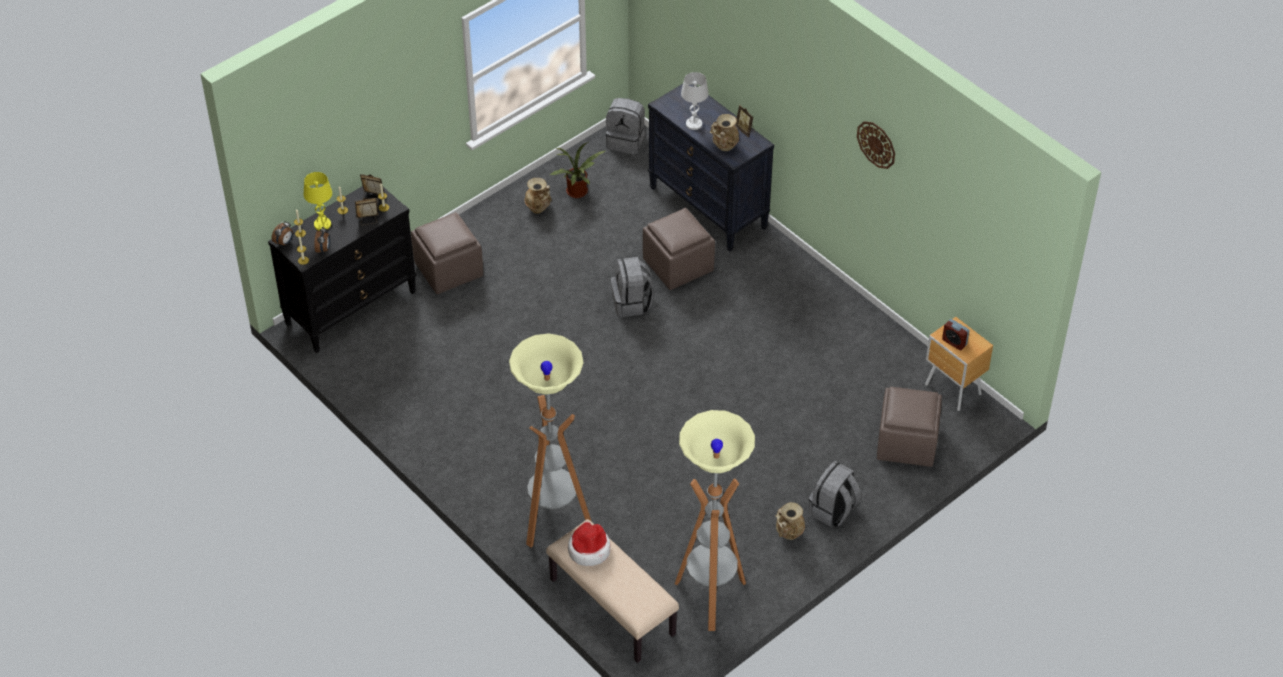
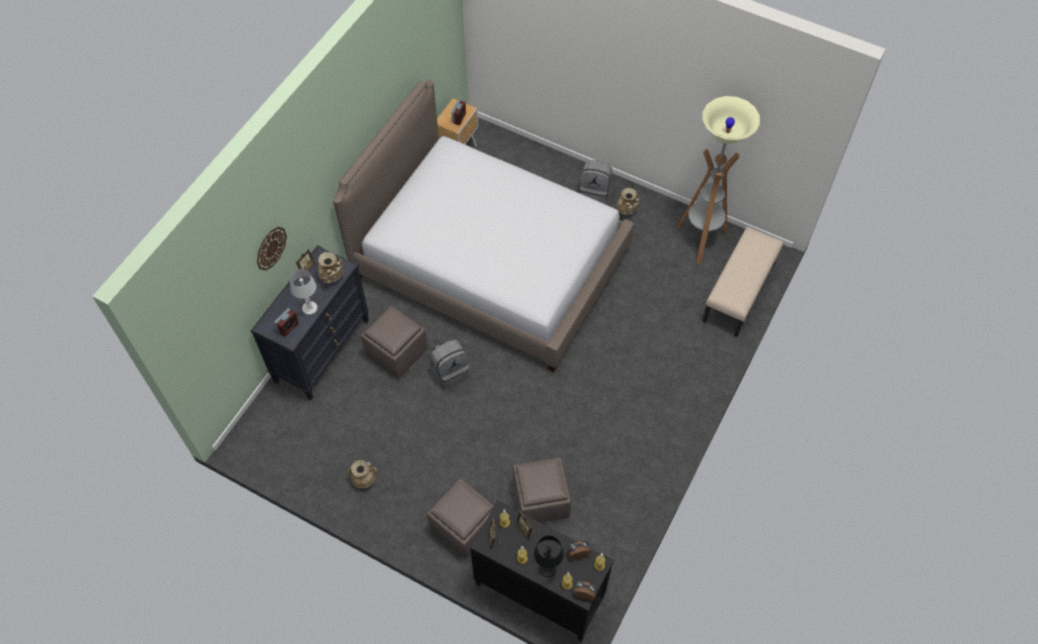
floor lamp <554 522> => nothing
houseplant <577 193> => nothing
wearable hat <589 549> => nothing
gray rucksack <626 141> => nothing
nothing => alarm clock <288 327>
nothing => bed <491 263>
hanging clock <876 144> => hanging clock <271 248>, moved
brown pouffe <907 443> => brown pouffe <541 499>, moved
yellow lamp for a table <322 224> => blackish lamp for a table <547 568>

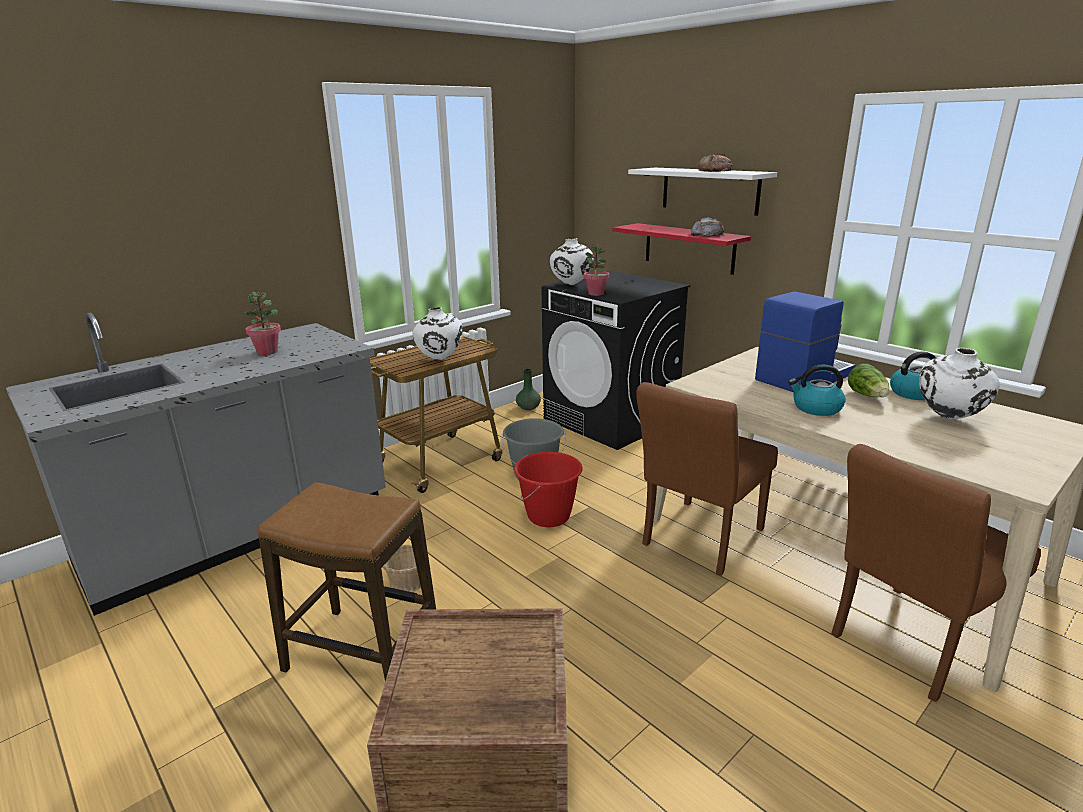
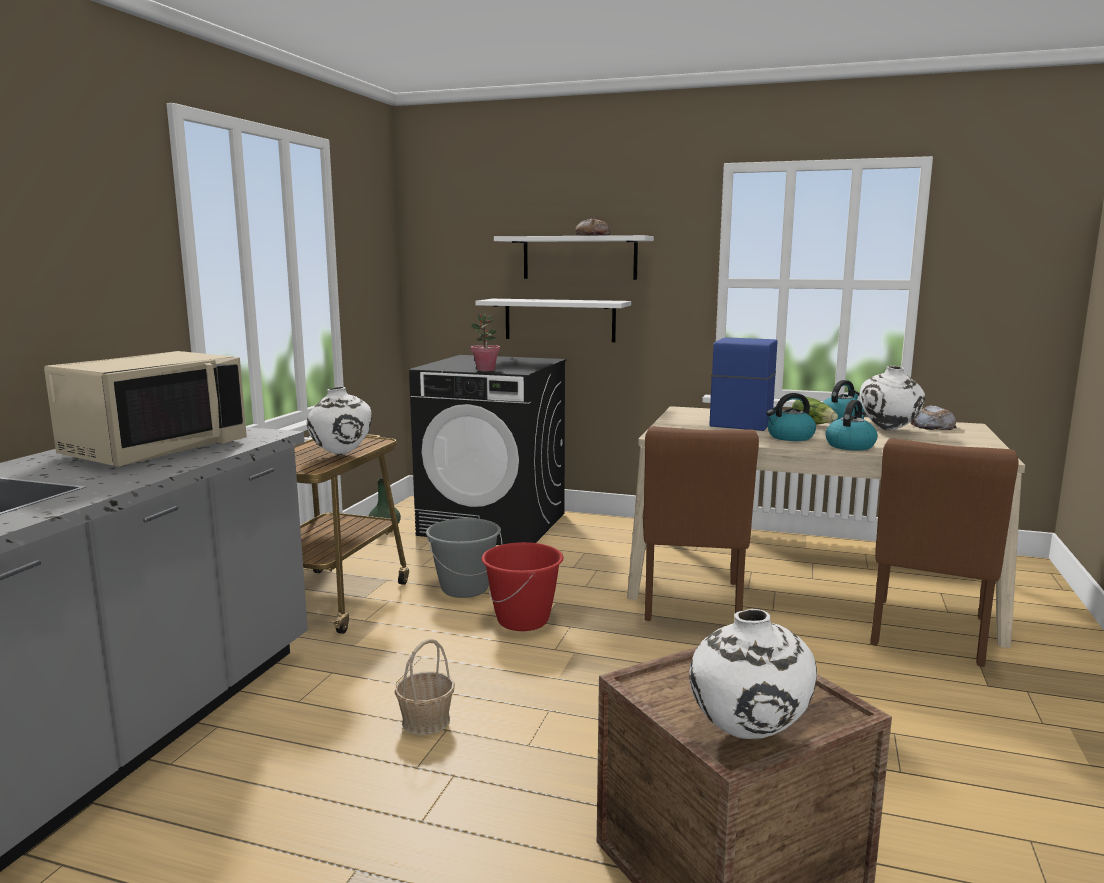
stool seat <362 653> => nothing
nothing => kettle <850 445>
whitish vase <571 285> => whitish vase <747 736>, moved
bakery bread <706 234> => bakery bread <932 426>, moved
houseplant <267 351> => beige microwave <154 449>
red shelf <689 248> => whitish shelf <559 320>

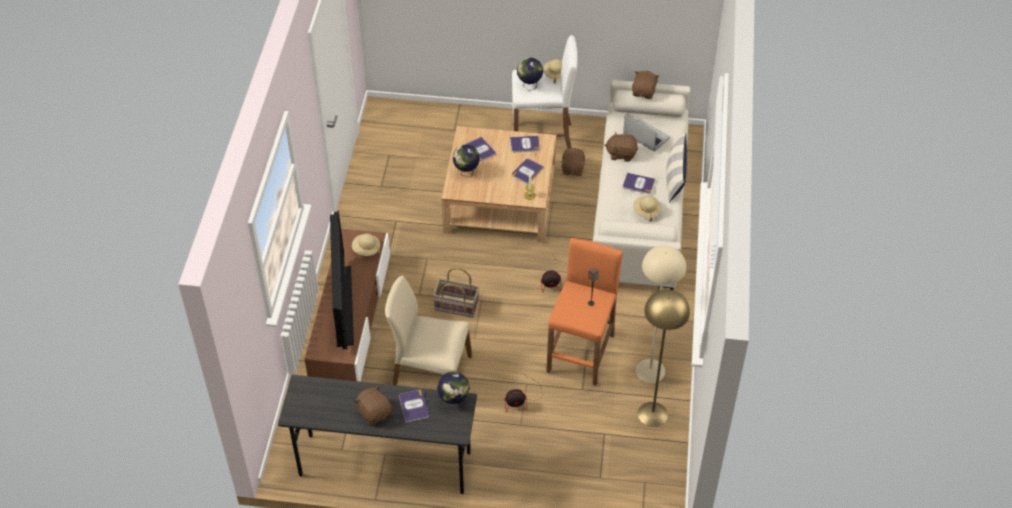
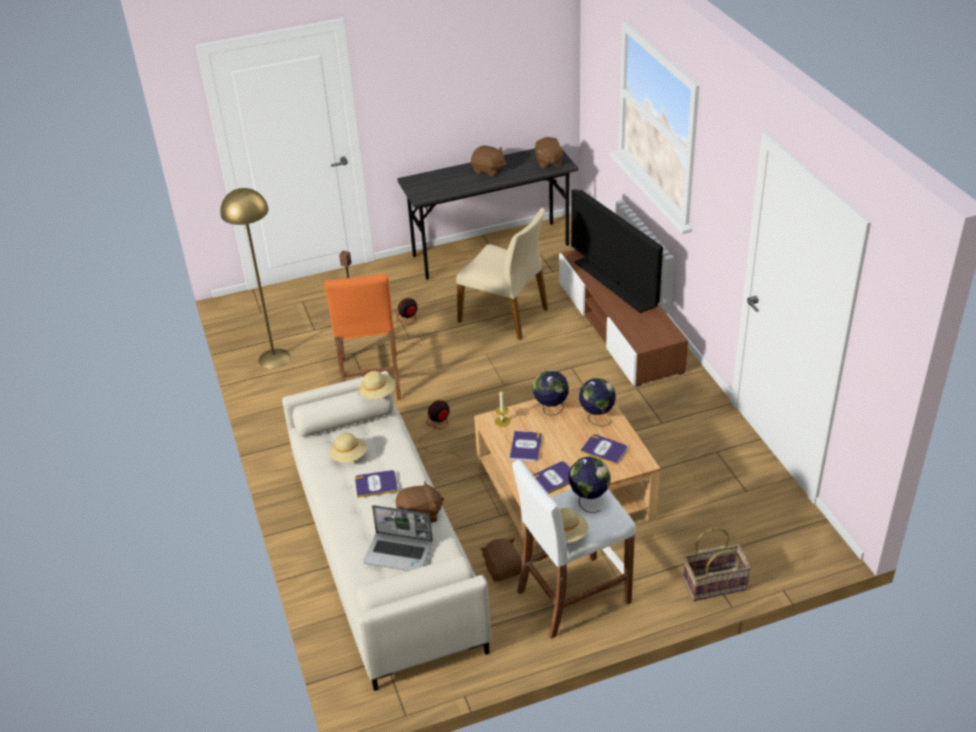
book <414 406> => nothing
beige floor lamp <650 370> => nothing
throw pillow <675 178> => nothing
beige wearable hat <366 249> => beige wearable hat <377 393>, moved
household basket <456 306> => household basket <714 583>, moved
world globe <454 402> => world globe <550 409>, moved
brown plush toy <644 92> => brown plush toy <548 162>, moved
beige chair <430 373> => beige chair <504 315>, 45 degrees clockwise

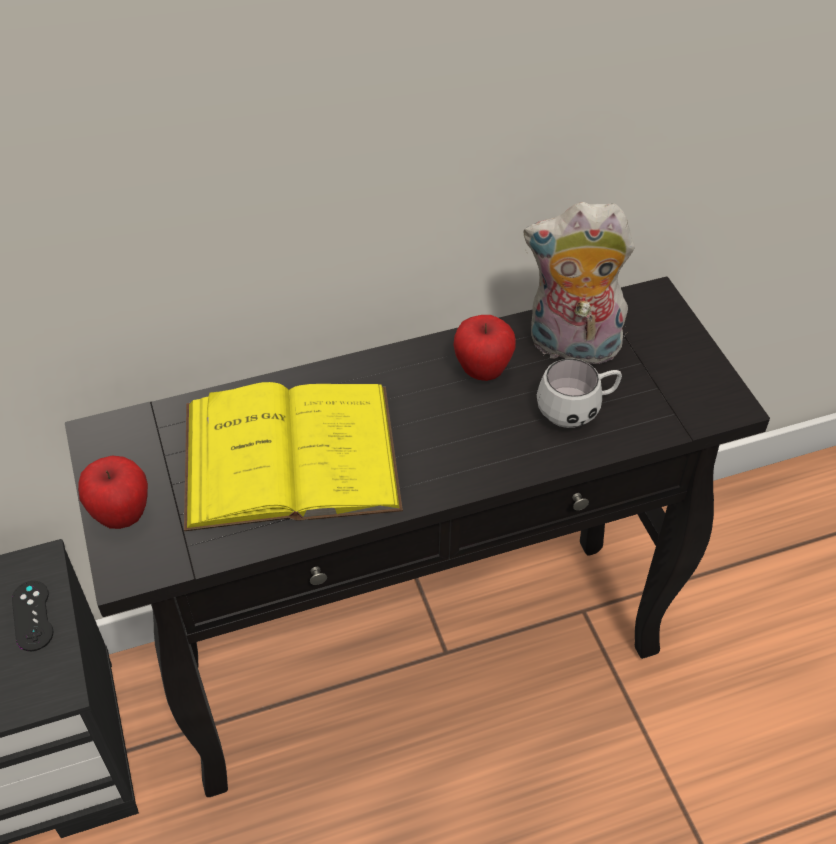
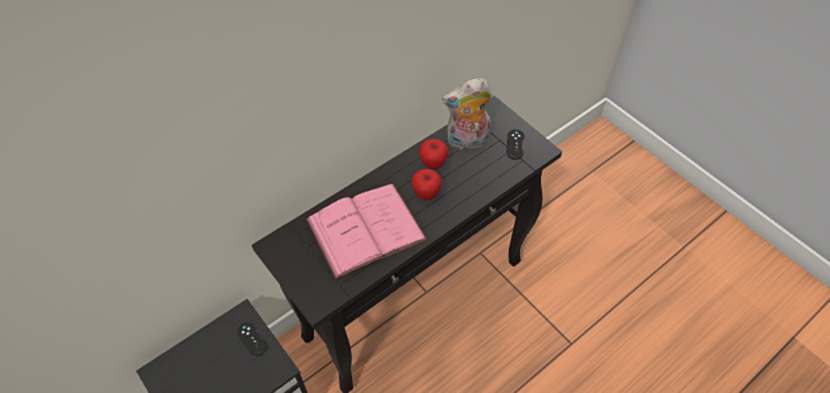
whitish mug <577 410> => nothing
nothing => blackish joypad <515 144>
apple <122 515> => apple <426 194>, moved
yellow book <290 456> => pink-coloured book <366 229>

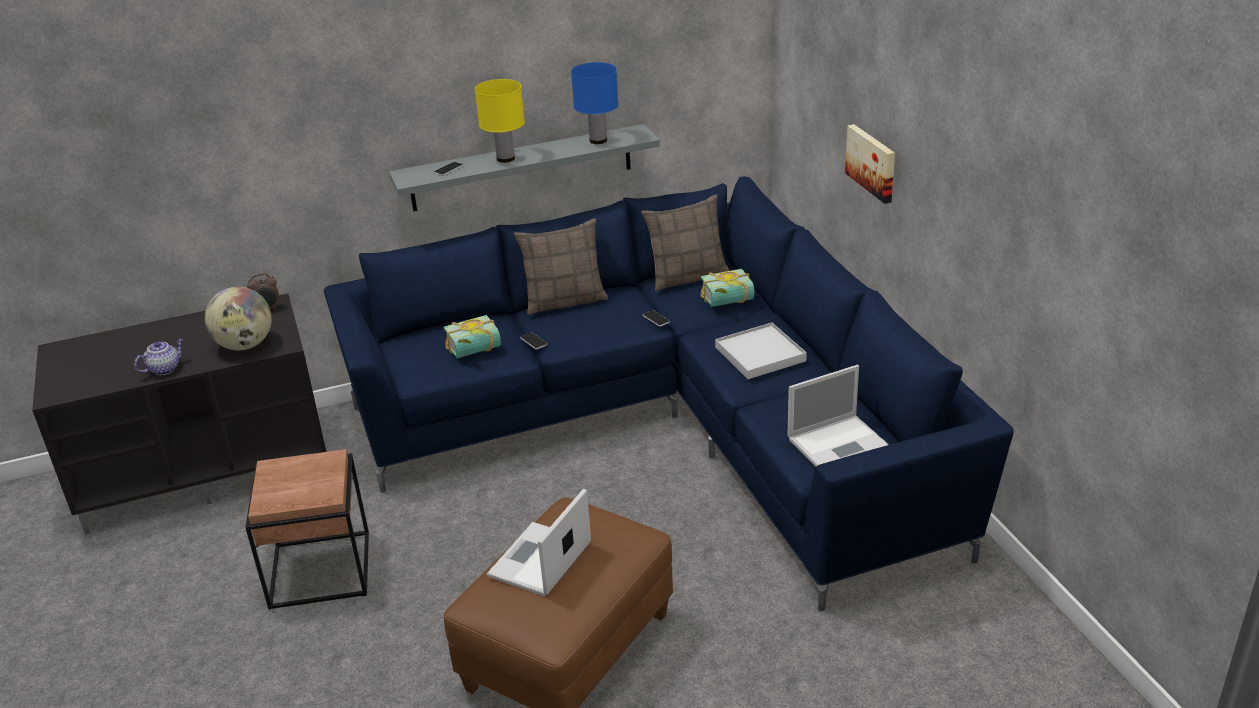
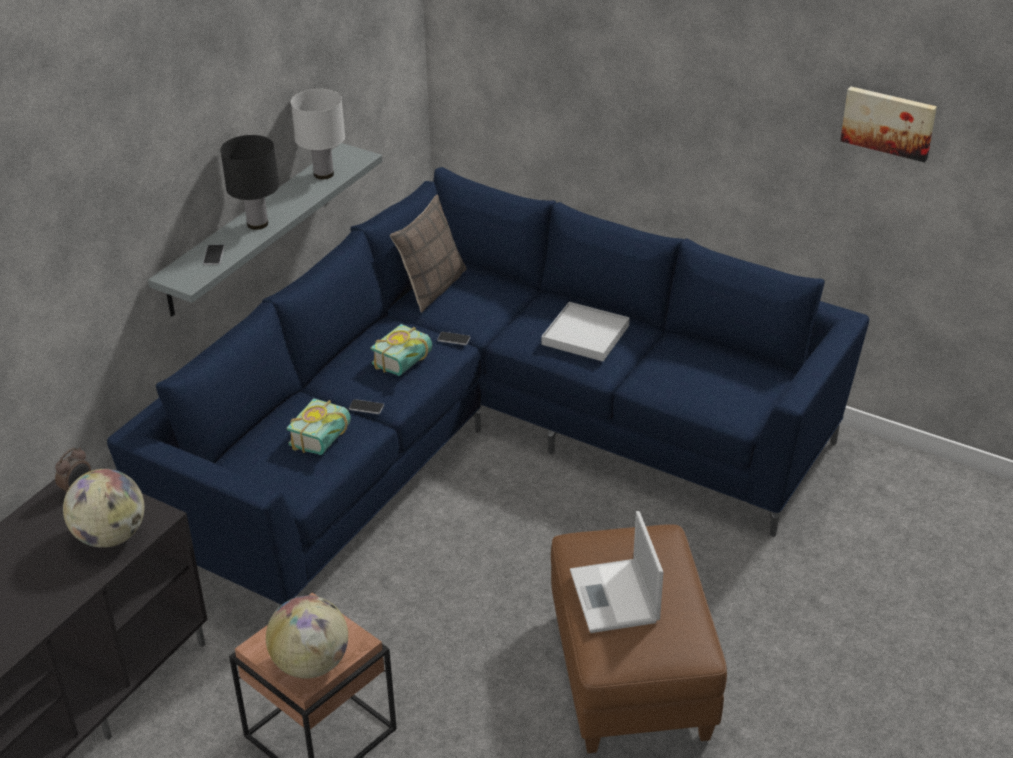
tea pot <165 369> => nothing
throw pillow <565 301> => nothing
portable computer <839 443> => nothing
nothing => world globe <311 664>
book <729 302> => book <407 363>, moved
wall picture <872 162> => wall picture <889 122>, moved
yellow lamp for a table <506 159> => blackish lamp for a table <258 224>
bluish lamp for a table <598 140> => whitish lamp for a table <323 174>

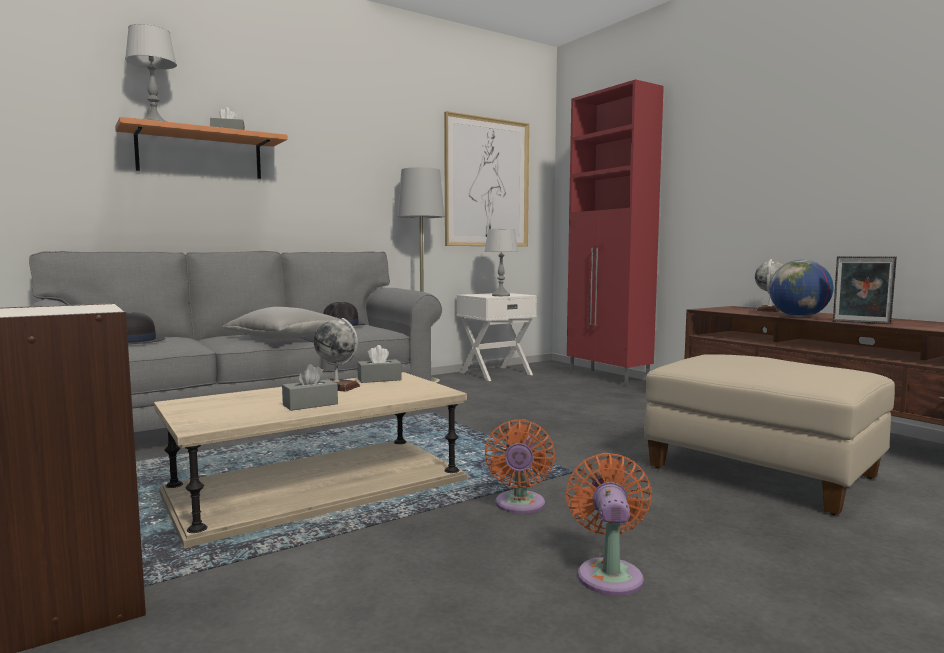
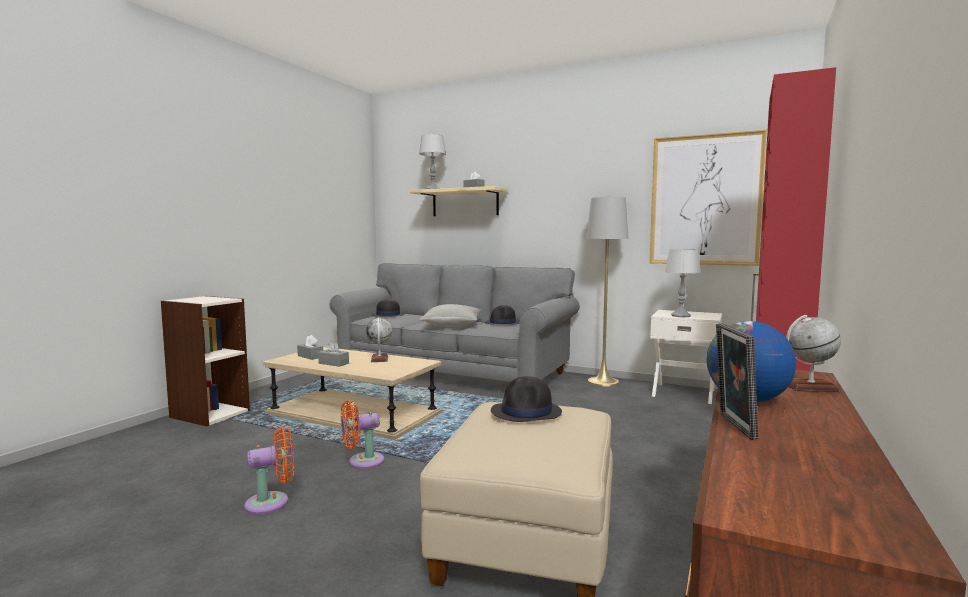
nothing => blackish wearable hat <526 412>
gray box of tissues <379 379> => gray box of tissues <310 356>, moved
orange shelf <200 154> => beige shelf <465 203>

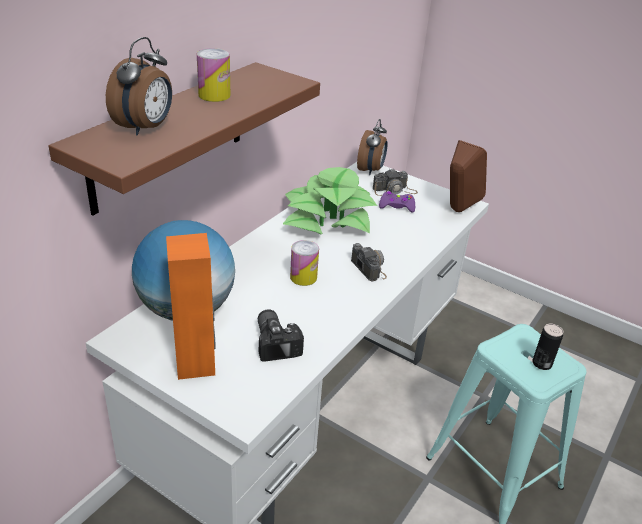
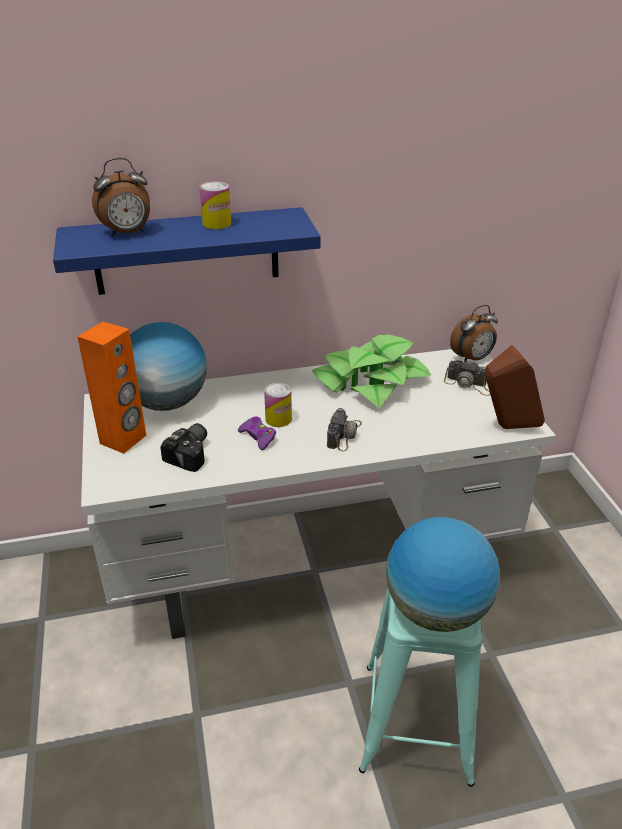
purplish joypad <396 206> => purplish joypad <258 437>, moved
can <542 363> => world globe <436 610>
brown shelf <169 136> => bluish shelf <187 251>

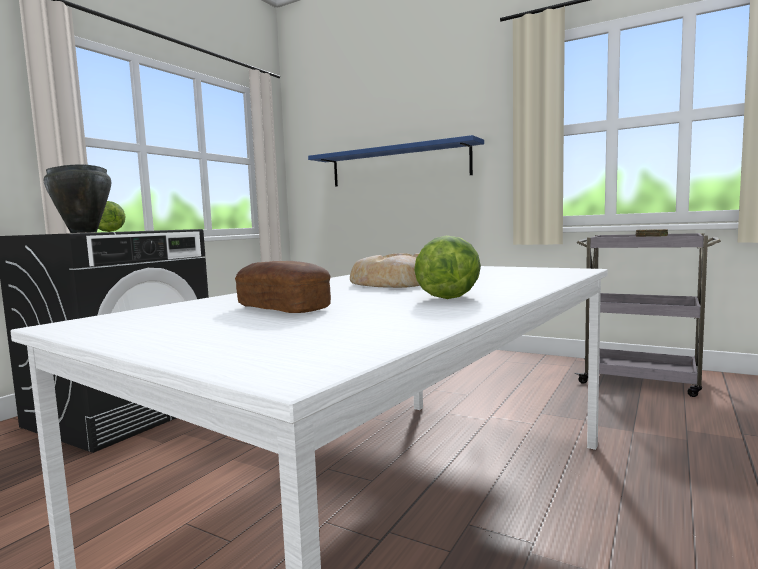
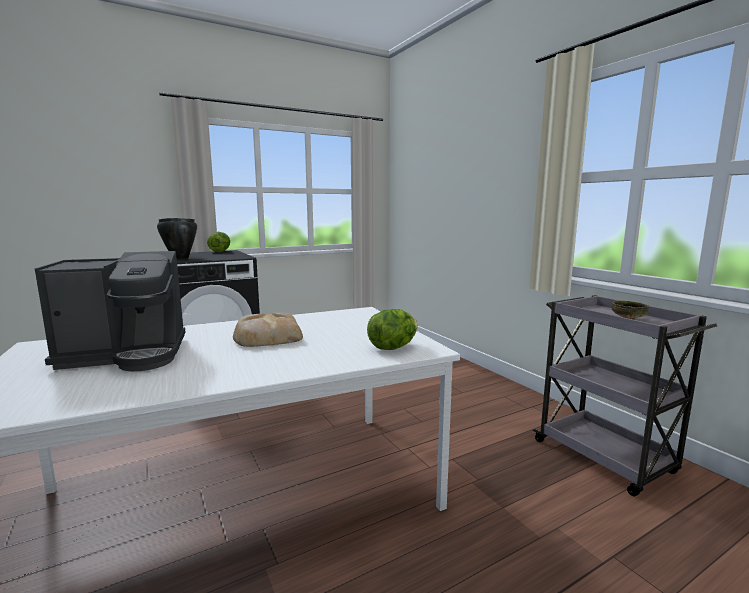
bluish shelf <398 165> => nothing
head of lettuce <449 297> => head of lettuce <392 347>, moved
bakery bread <283 308> => coffee machine <127 355>

